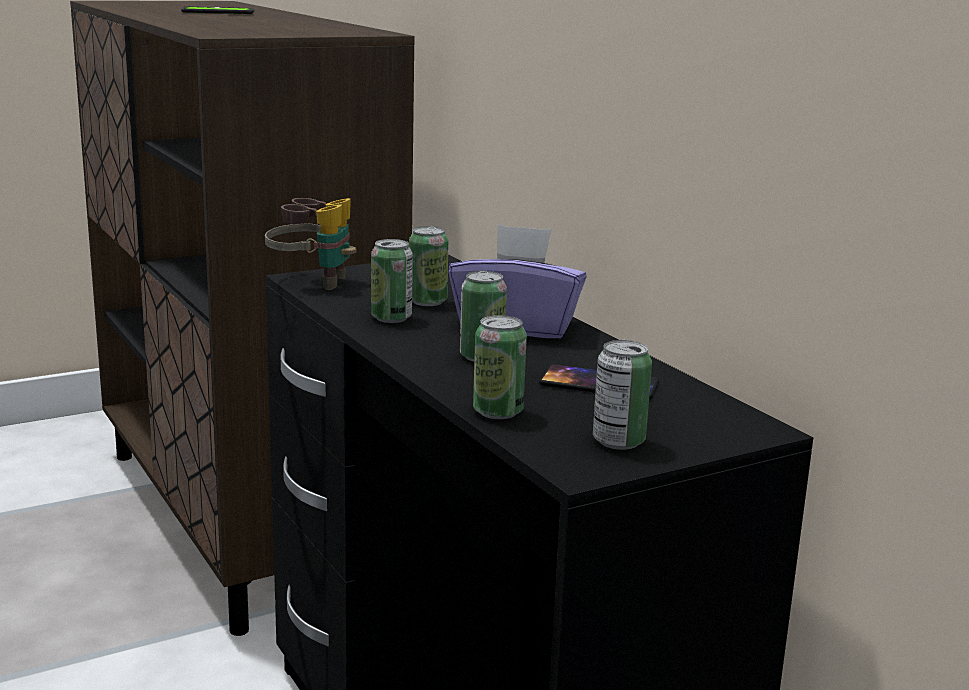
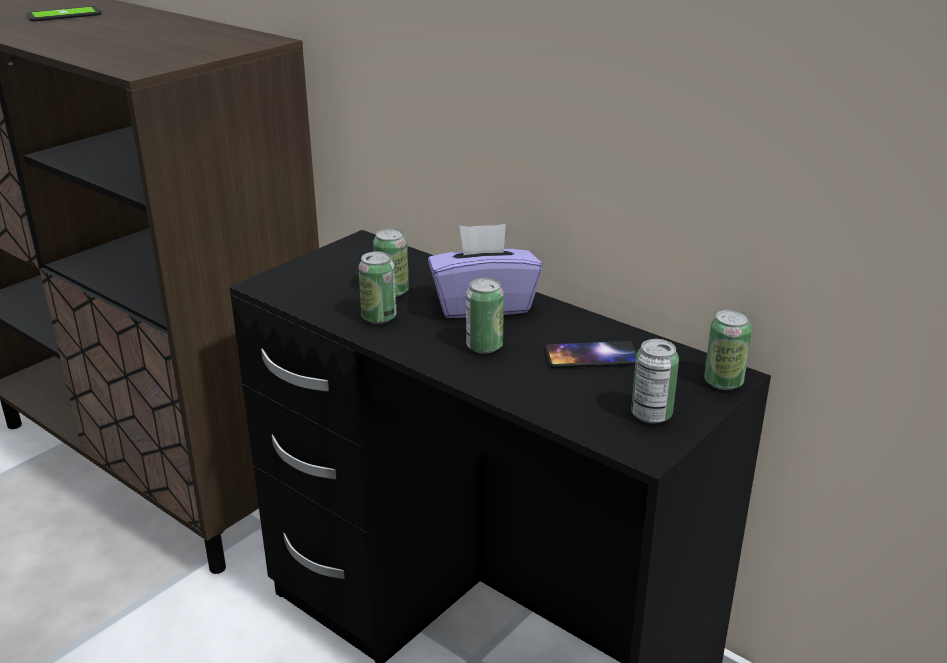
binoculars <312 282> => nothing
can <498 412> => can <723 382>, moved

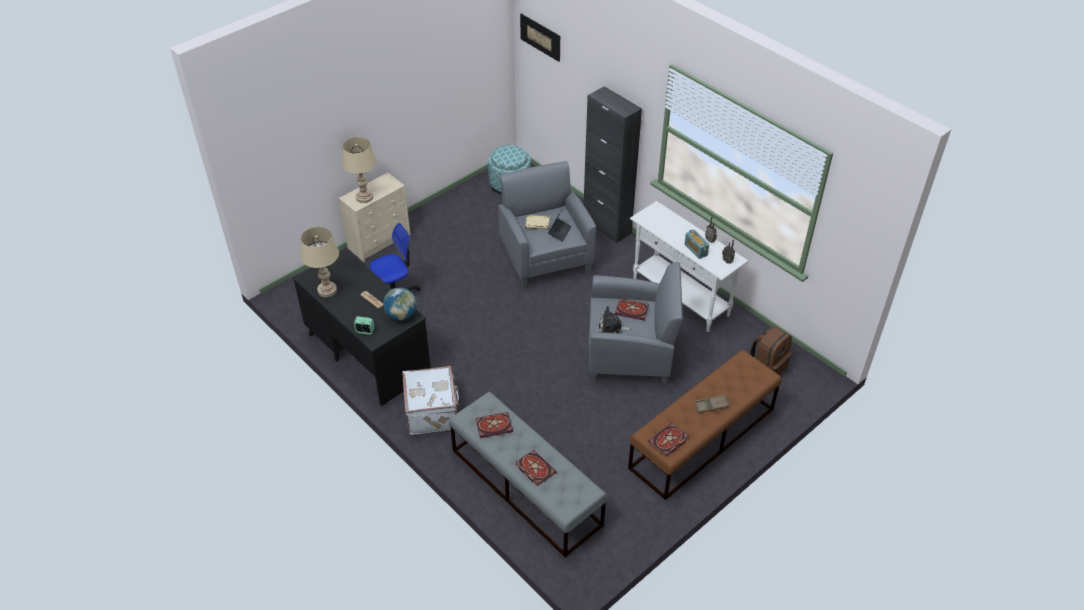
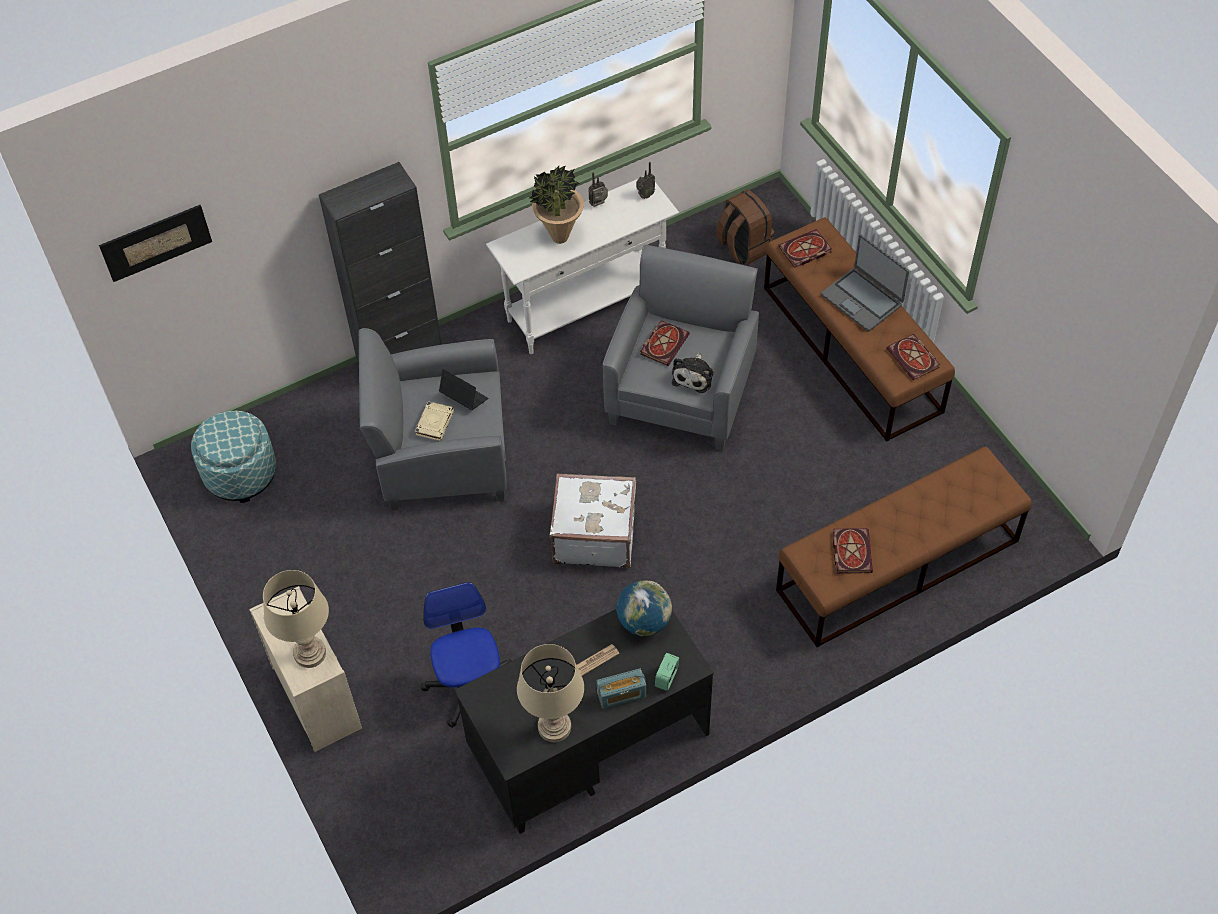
nothing => houseplant <559 237>
whitish piece of luggage <433 412> => whitish piece of luggage <593 534>, moved
book <534 468> => book <804 251>, moved
radio <695 250> => radio <621 695>, moved
brown tray <711 406> => portable computer <862 299>
gray bench <525 487> => brown bench <897 566>

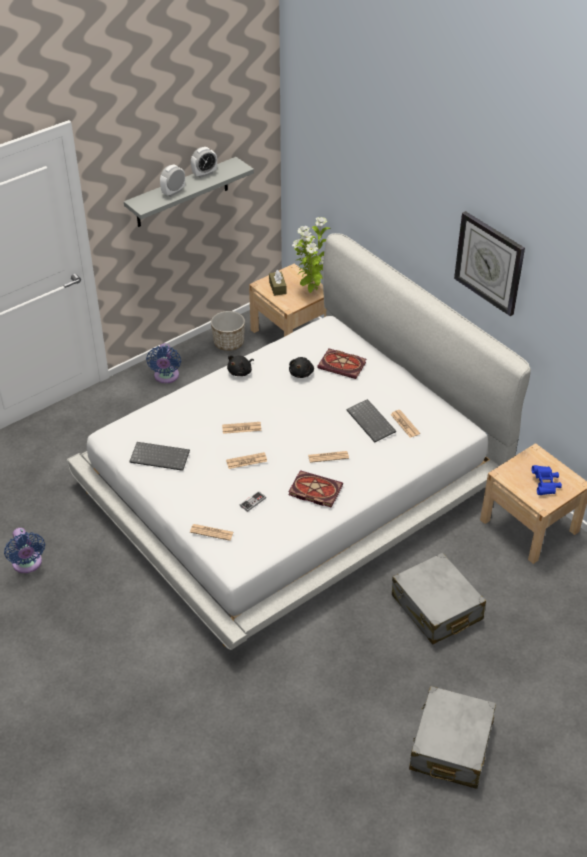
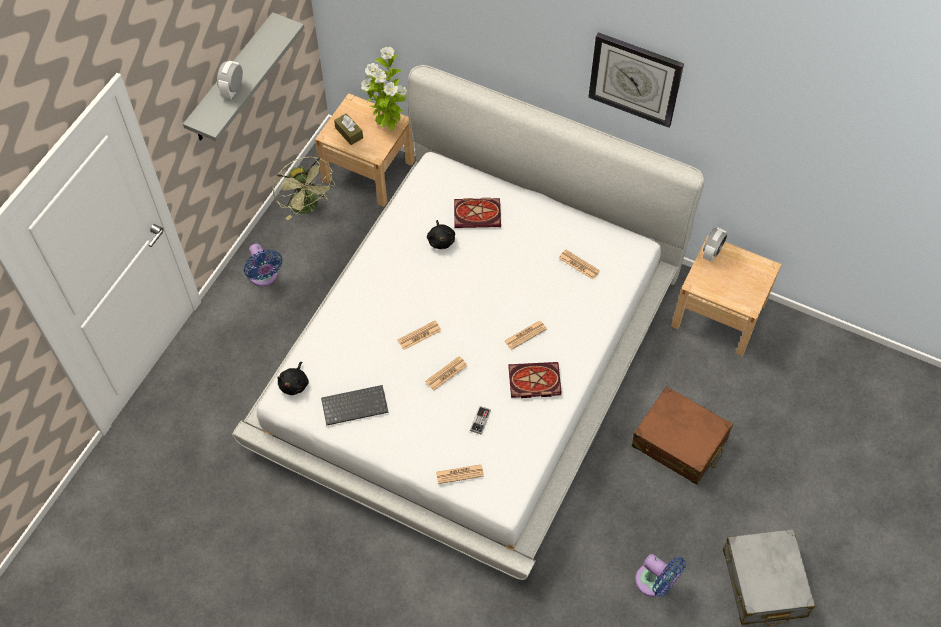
PC keyboard <372 422> => nothing
bluish binoculars <545 485> => nothing
bluish electric fan <28 564> => bluish electric fan <655 583>, moved
alarm clock <204 174> => alarm clock <711 252>, moved
blackish plush toy <241 372> => blackish plush toy <294 384>, moved
flower pot <229 343> => green-coloured electric fan <308 207>
gray piece of luggage <436 608> => brown piece of luggage <679 442>

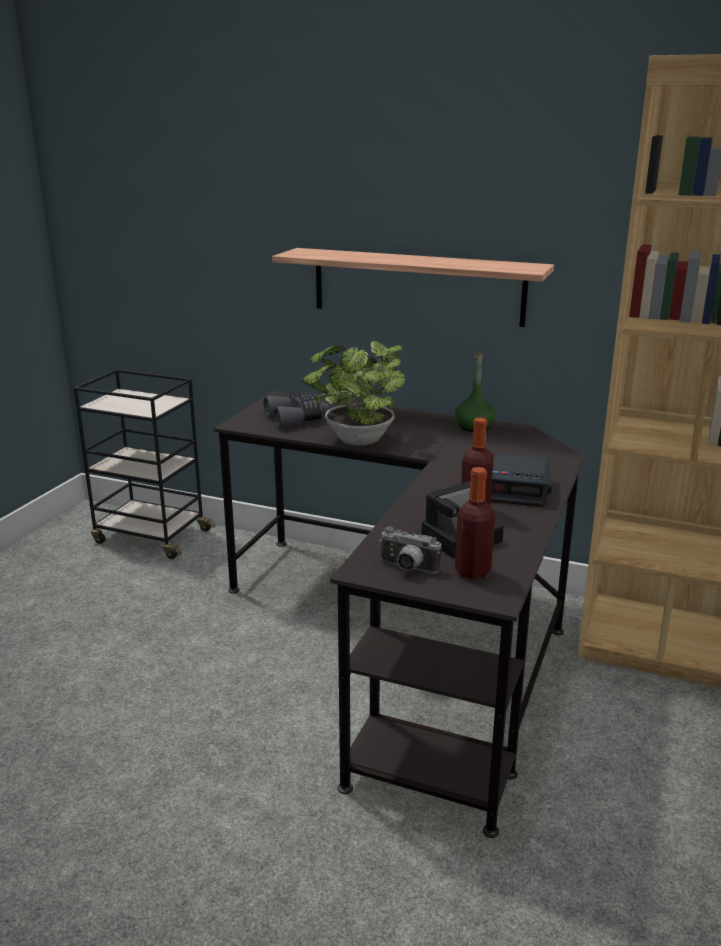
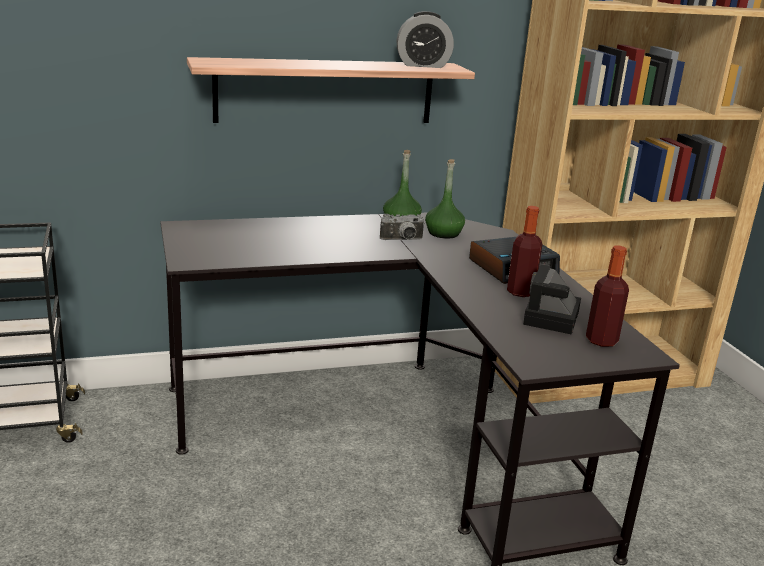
gray binoculars <297 419> => nothing
houseplant <356 442> => nothing
nothing => alarm clock <423 65>
nothing => green-coloured beverage bottle <443 233>
photo camera <407 569> => photo camera <402 240>, moved

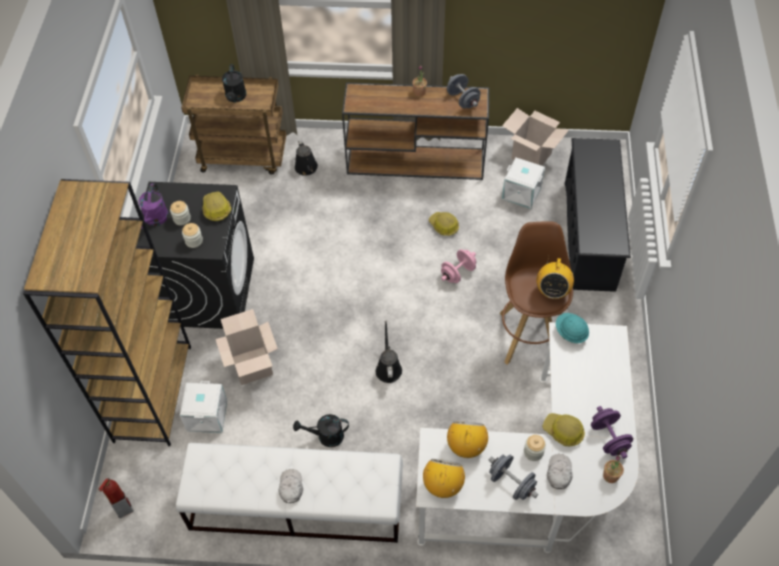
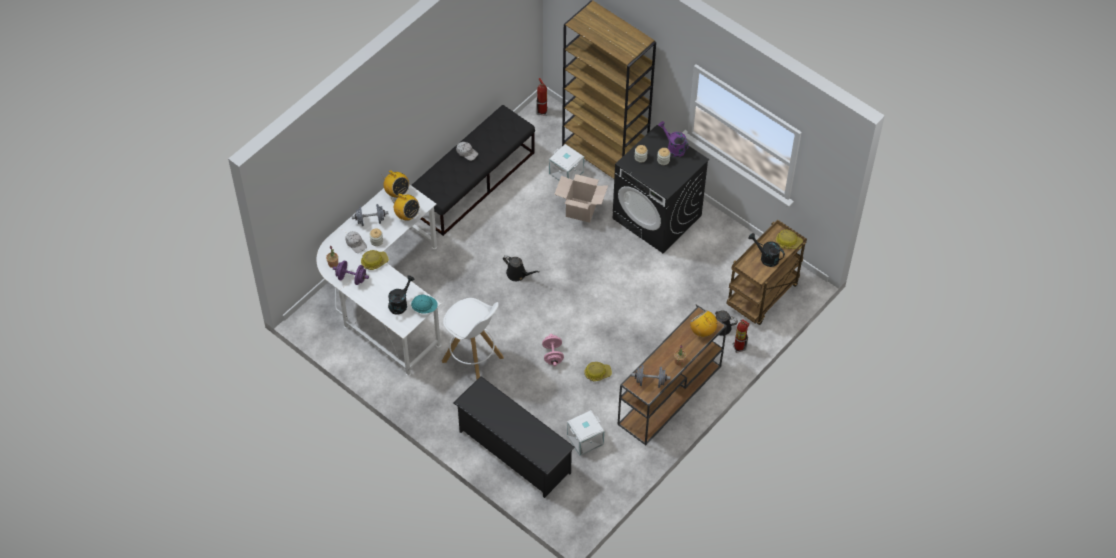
carton <531 156> => nothing
nothing => fire-fighting cylinder <739 347>
work helmet <216 209> => work helmet <788 242>, moved
blackish watering pot <325 437> => blackish watering pot <400 303>, moved
radio <552 291> => radio <703 331>, moved
whitish bench <295 505> => blackish bench <474 182>
brown stool seat <528 335> => whitish stool seat <473 360>

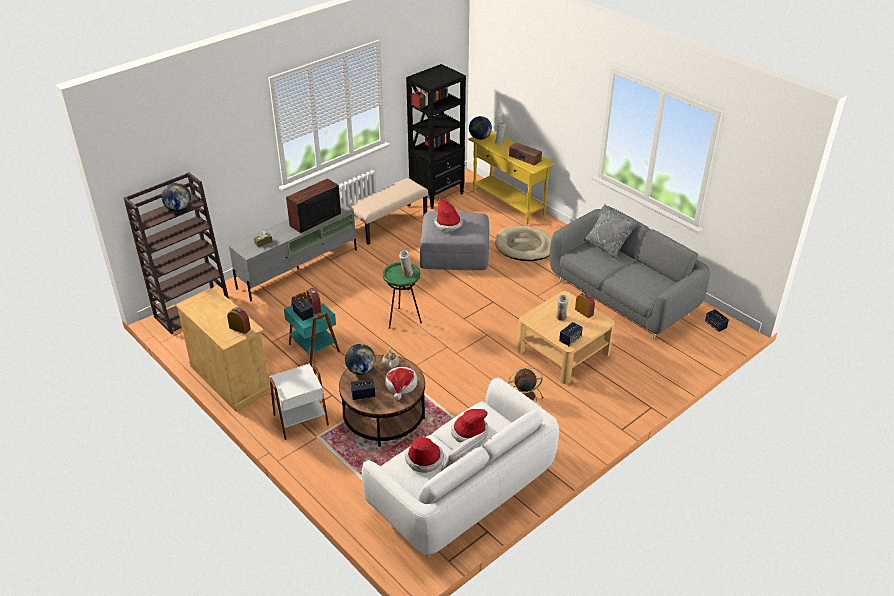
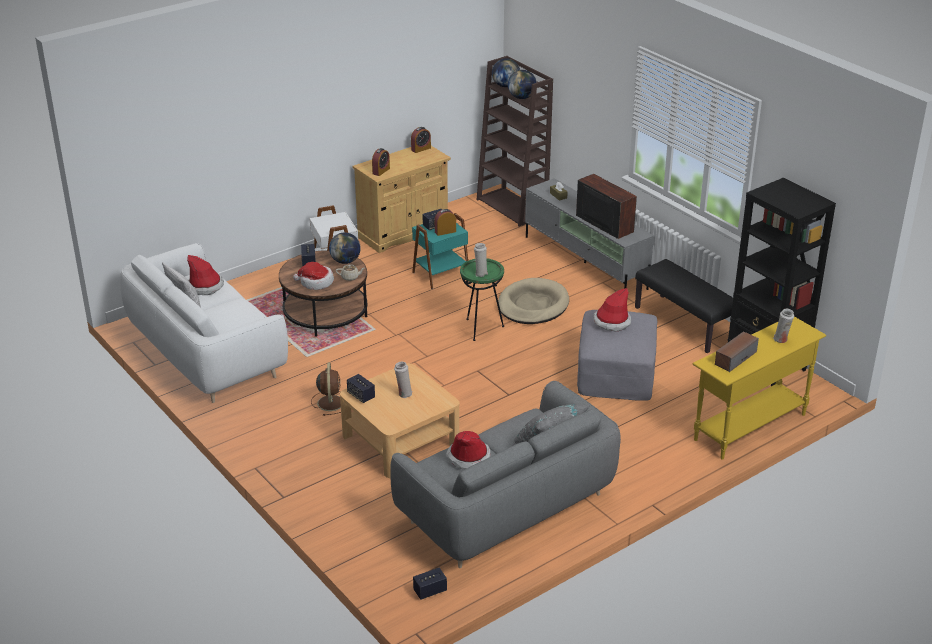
wearable hat <469 432> => wearable hat <468 457>, moved
world globe <480 138> => world globe <505 86>, moved
beige pet bed <524 246> => beige pet bed <533 305>, moved
alarm clock <584 312> => alarm clock <421 149>, moved
beige bench <389 224> => blackish bench <684 323>

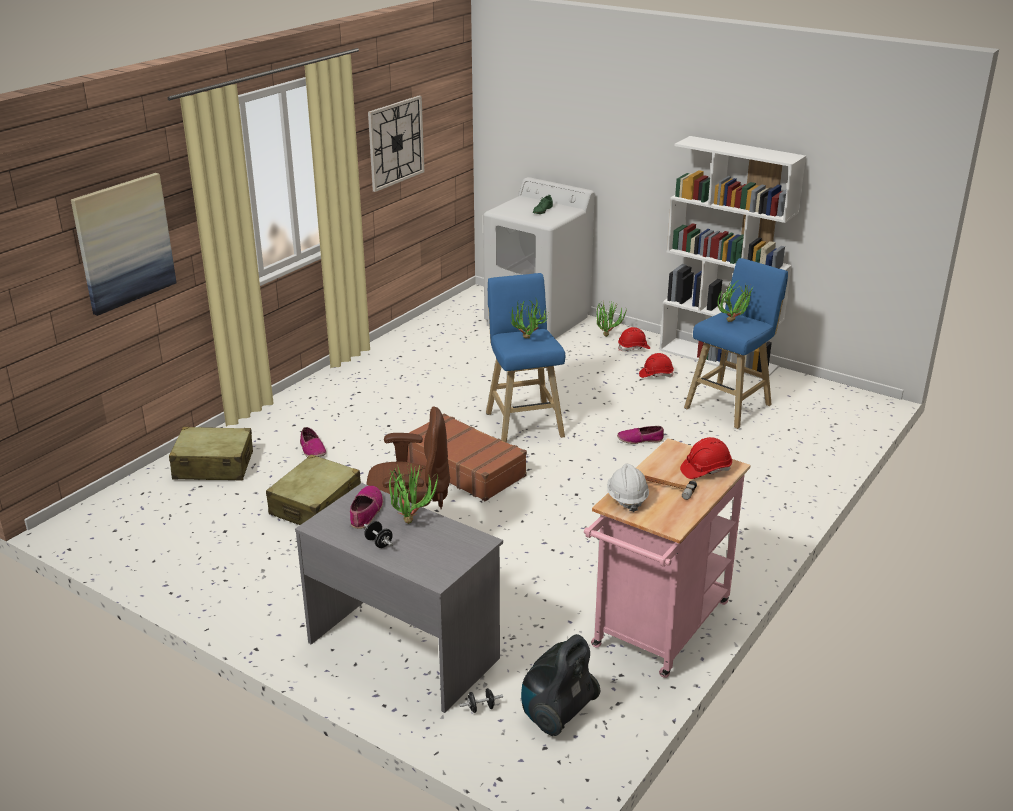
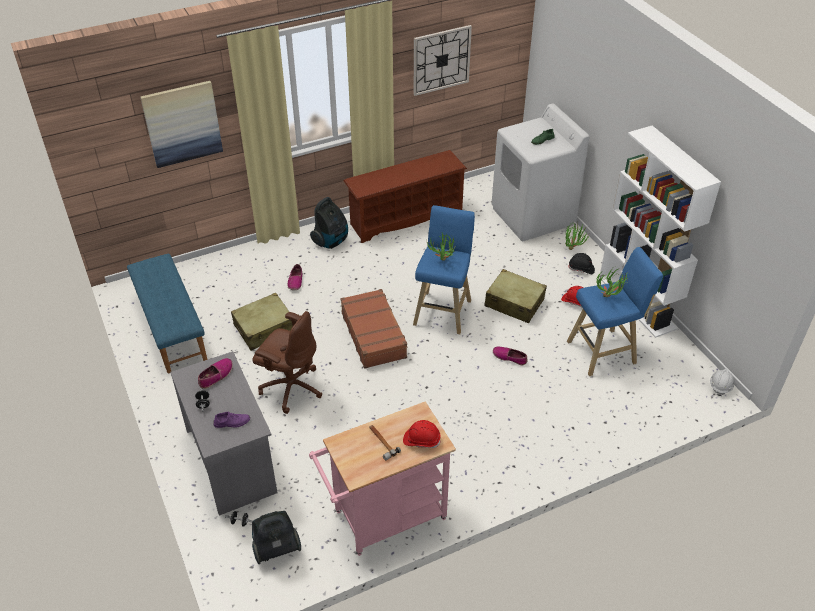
houseplant <411 518> => nothing
nothing => bluish bench <171 327>
nothing => purplish item of footwear <232 422>
nothing => vacuum cleaner <331 241>
nothing => brown shoe stand <405 217>
beige piece of luggage <213 466> => beige piece of luggage <514 303>, moved
whitish work helmet <626 498> => whitish work helmet <720 386>, moved
red work helmet <634 348> => blackish work helmet <581 269>

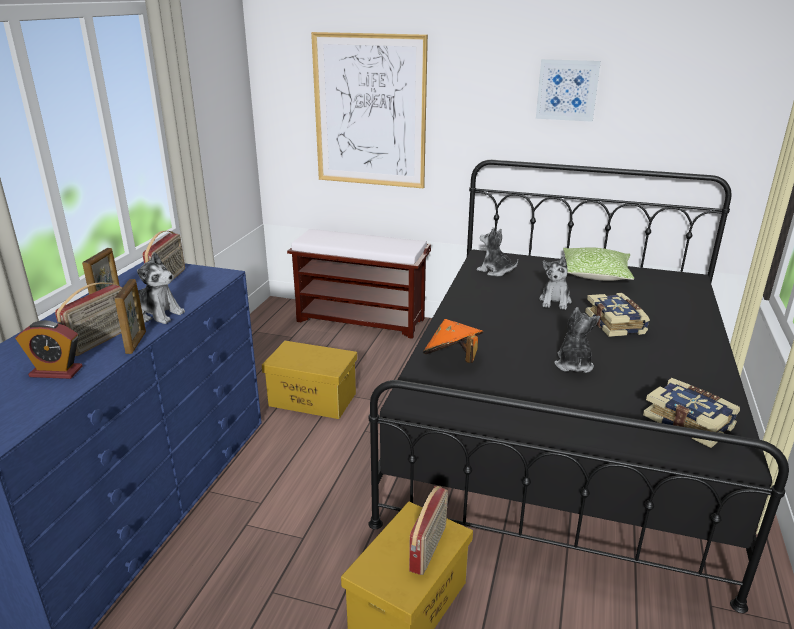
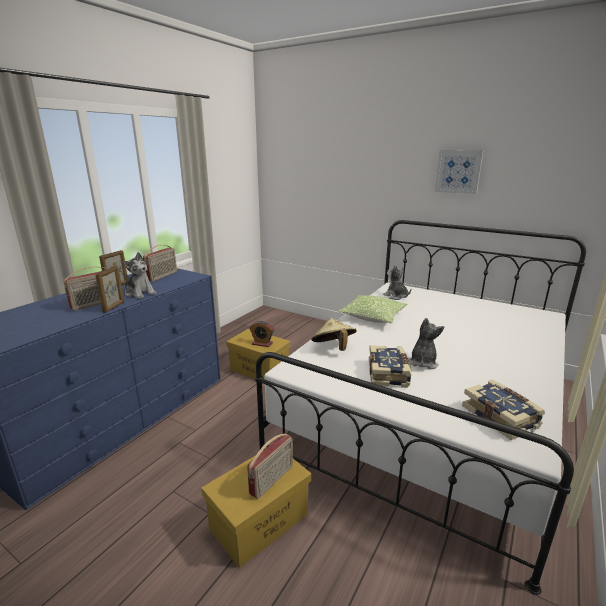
brown bench <362 320> => nothing
wall picture <370 111> => nothing
plush toy <555 301> => nothing
alarm clock <56 372> => alarm clock <262 343>, moved
throw pillow <594 274> => throw pillow <373 317>, moved
book <616 323> => book <389 374>, moved
blackish bed <561 426> => whitish bed <427 413>
orange wearable hat <452 360> => beige wearable hat <333 348>

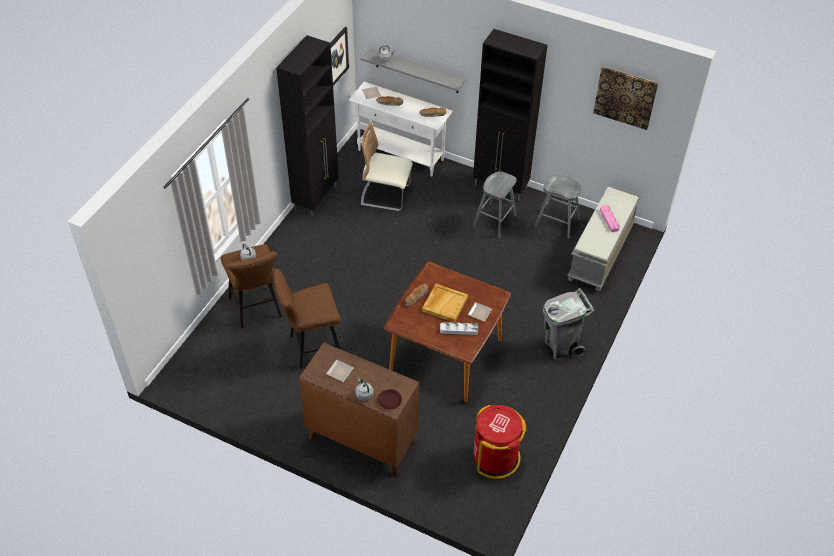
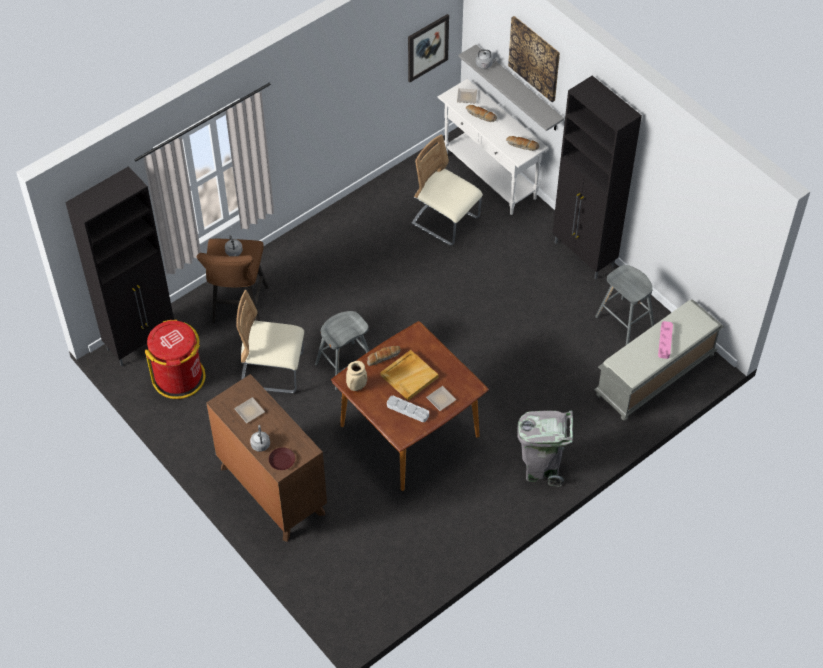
nothing => beige vase <357 386>
blackish cabinet <316 198> => blackish cabinet <141 341>, moved
gray stool seat <494 221> => gray stool seat <344 366>, moved
red waste bin <495 457> => red waste bin <179 377>, moved
wall picture <625 97> => wall picture <534 58>, moved
brown stool seat <311 348> => beige chair <273 371>

